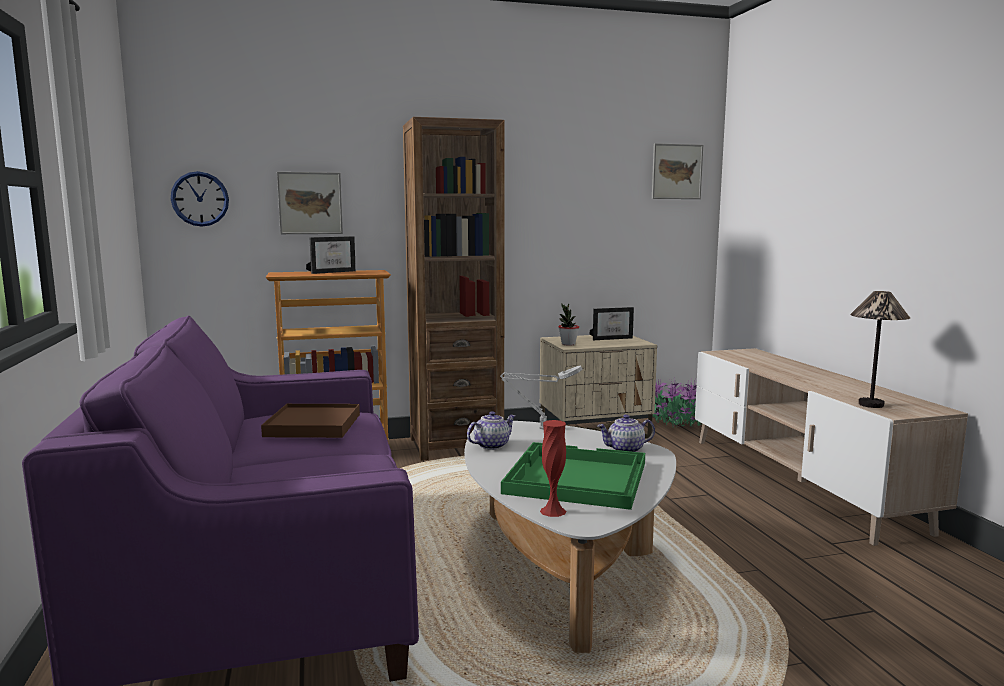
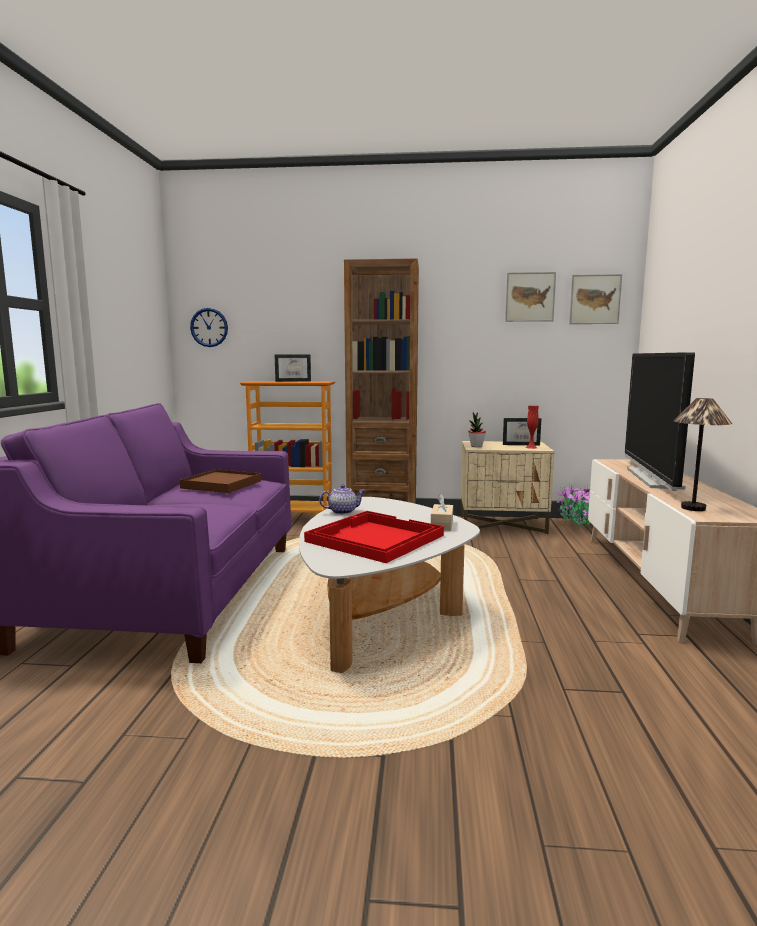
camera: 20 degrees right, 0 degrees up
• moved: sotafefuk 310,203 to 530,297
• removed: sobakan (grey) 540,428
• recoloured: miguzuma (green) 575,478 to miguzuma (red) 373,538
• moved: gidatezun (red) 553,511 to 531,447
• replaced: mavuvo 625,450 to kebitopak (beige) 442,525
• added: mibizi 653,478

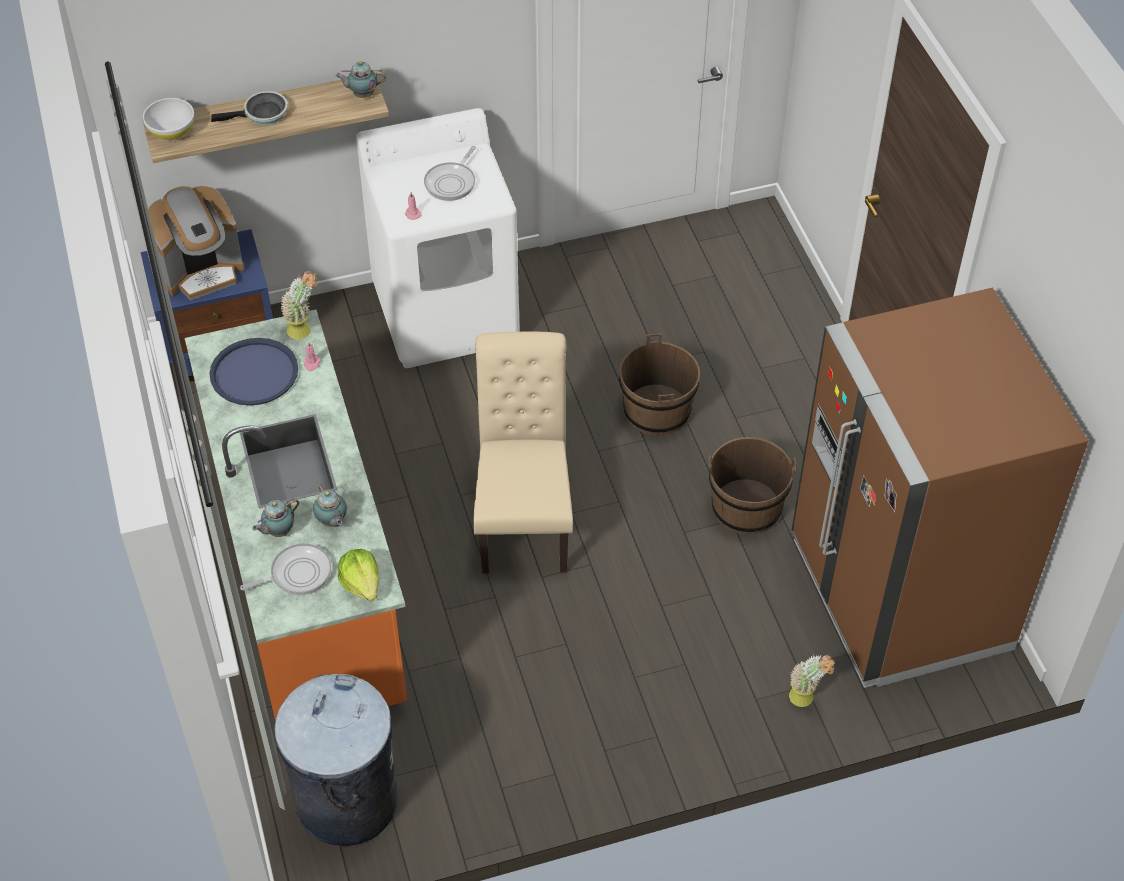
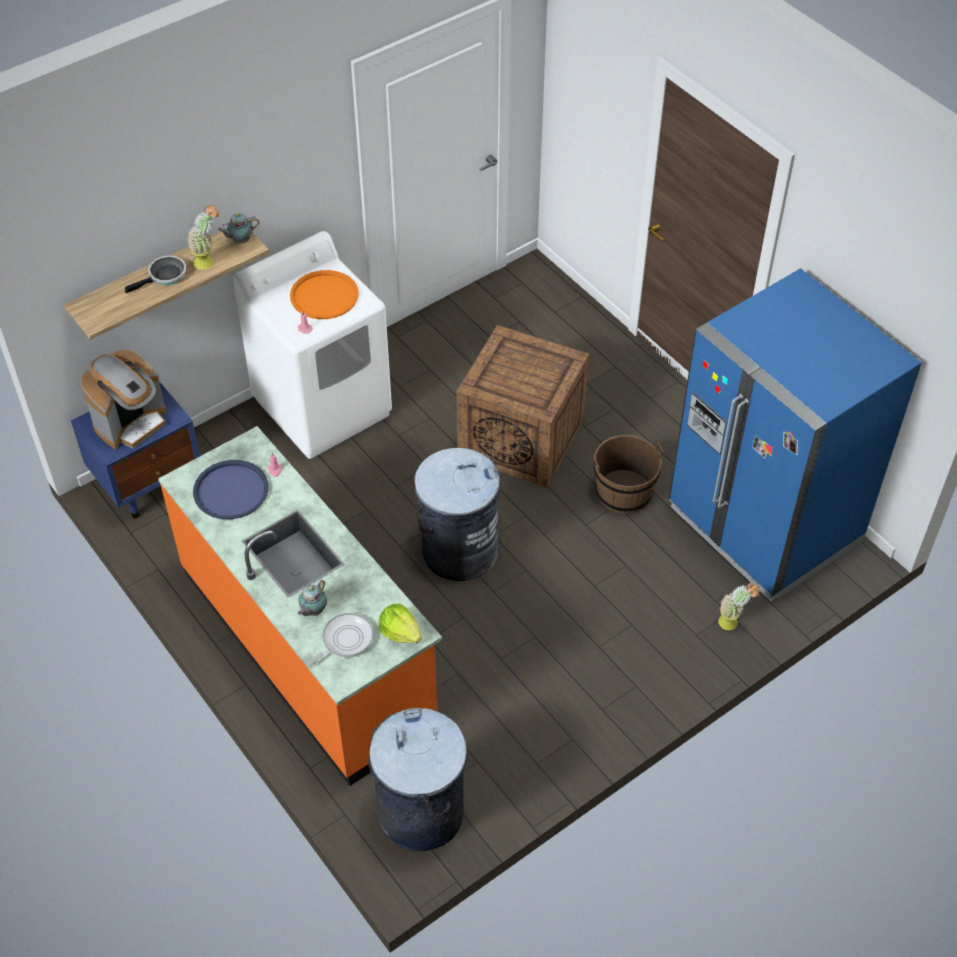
camera: 20 degrees left, 0 degrees up
• removed: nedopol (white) 172,130
• moved: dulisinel 305,331 to 209,262
• removed: mavuvo 332,522
• replaced: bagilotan 452,182 to miguzuma (orange) 324,296
• replaced: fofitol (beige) 524,519 to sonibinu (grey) 459,550
• replaced: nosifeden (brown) 657,411 to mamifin 523,437
• recoloured: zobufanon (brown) 899,595 to zobufanon (blue) 764,525

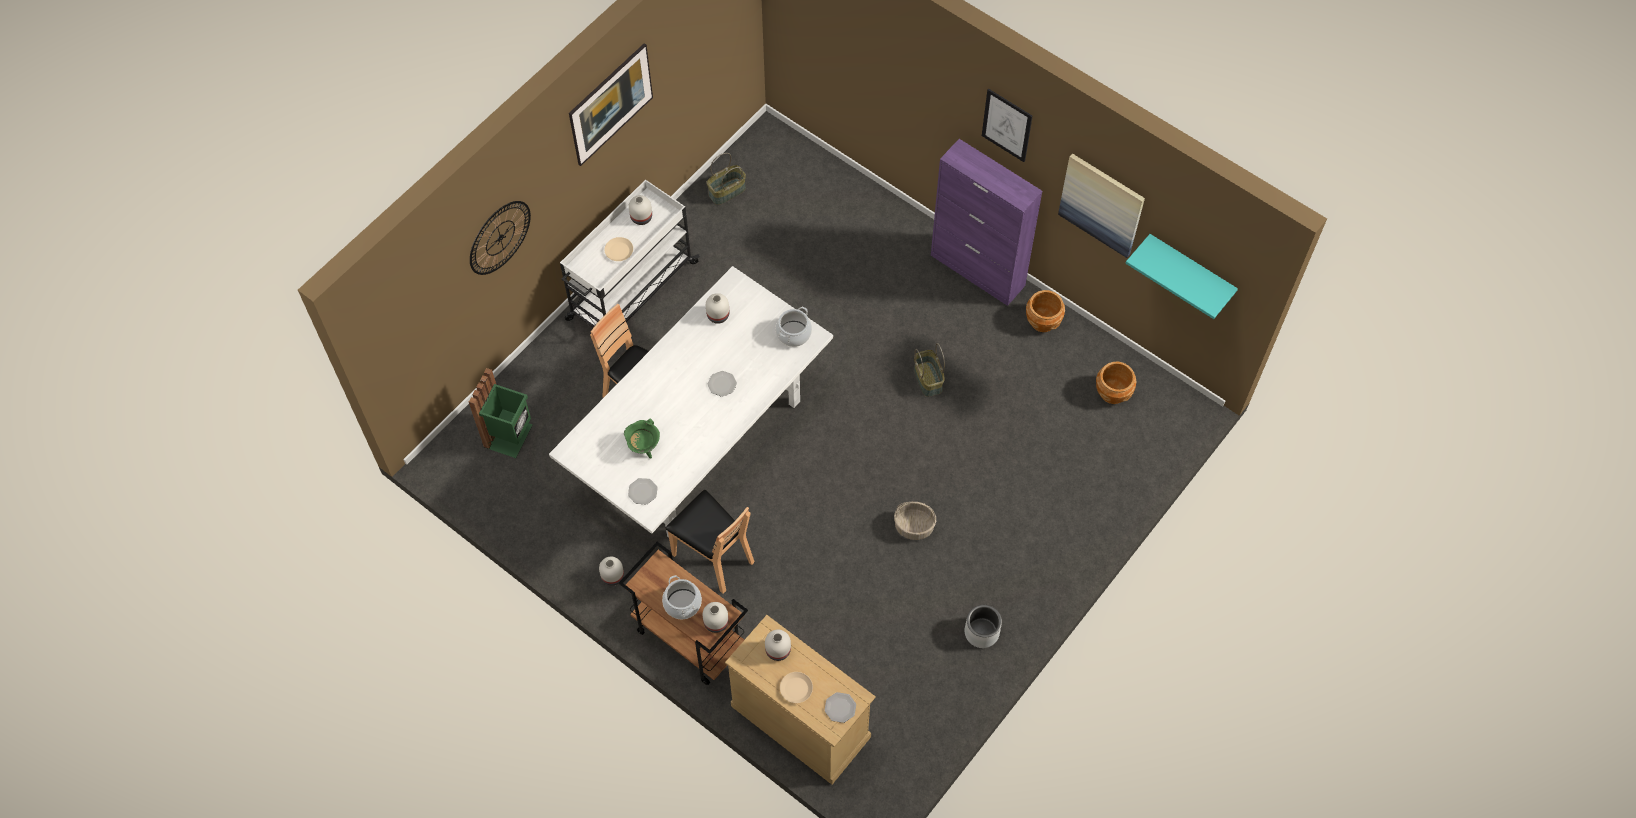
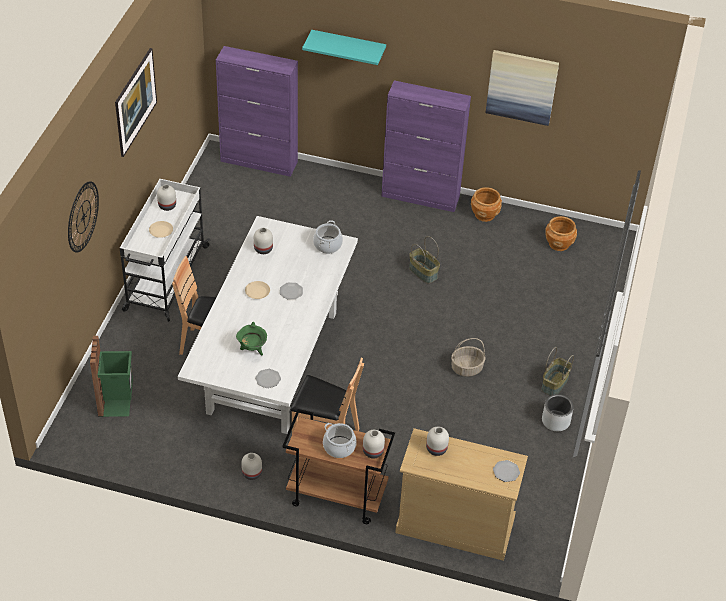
camera: 25 degrees left, 15 degrees down
• moved: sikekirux 727,192 to 555,384
• moved: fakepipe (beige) 796,689 to 257,292
• removed: sotafefuk 1007,125
• moved: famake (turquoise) 1190,270 to 348,47
• added: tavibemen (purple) 259,162

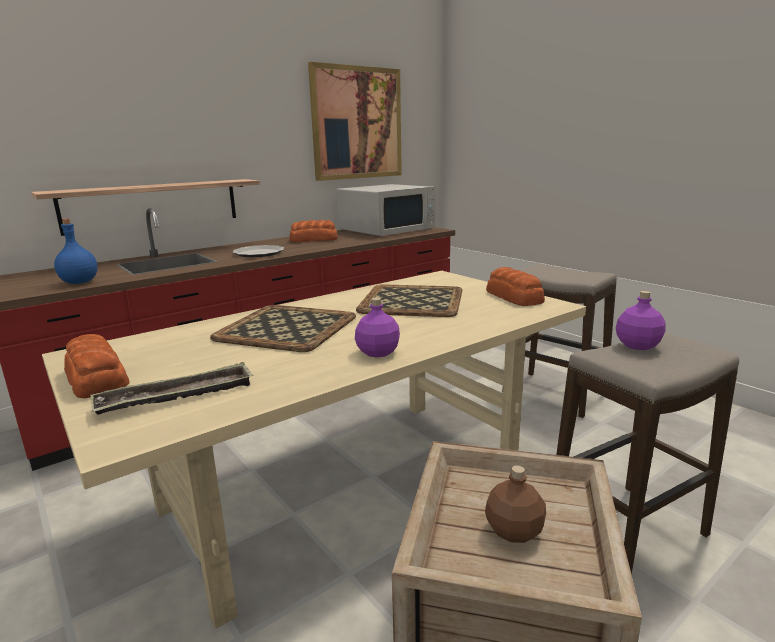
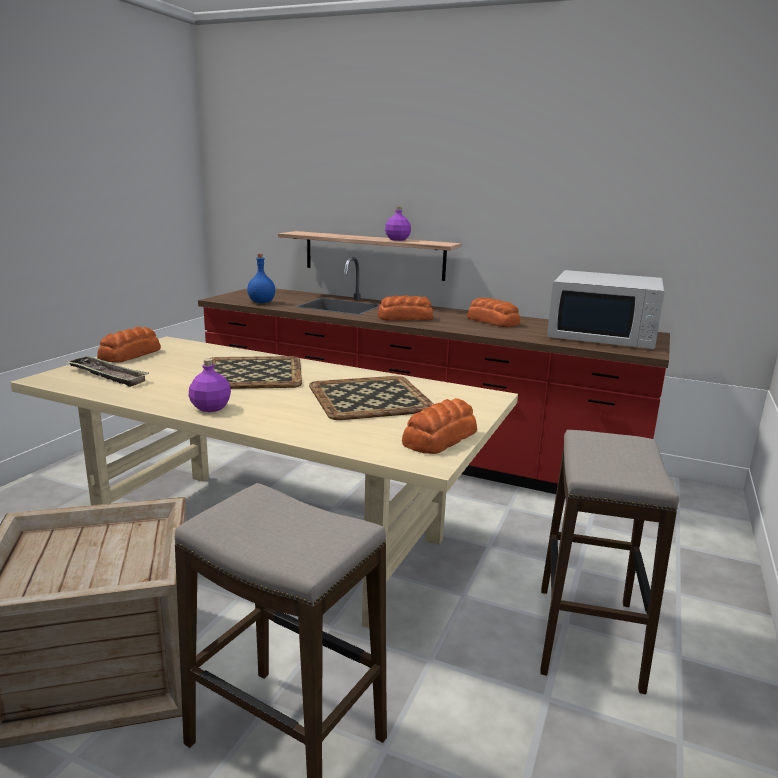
camera: 60 degrees right, 0 degrees up
• replaced: fakepipe 258,253 to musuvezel 404,318
• removed: sotafefuk 357,123
• removed: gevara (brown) 513,531
• moved: gevara (purple) 638,345 to 397,239

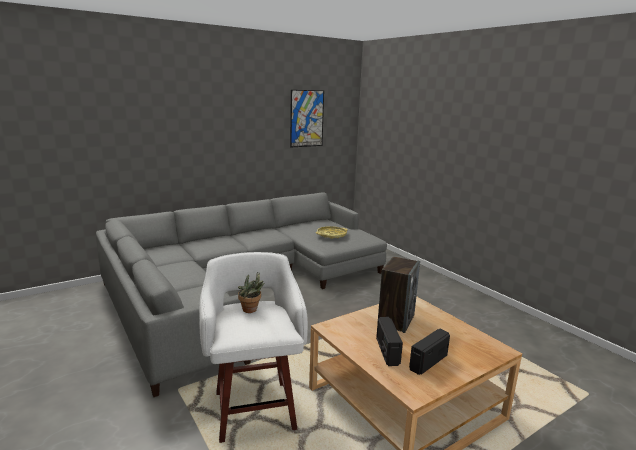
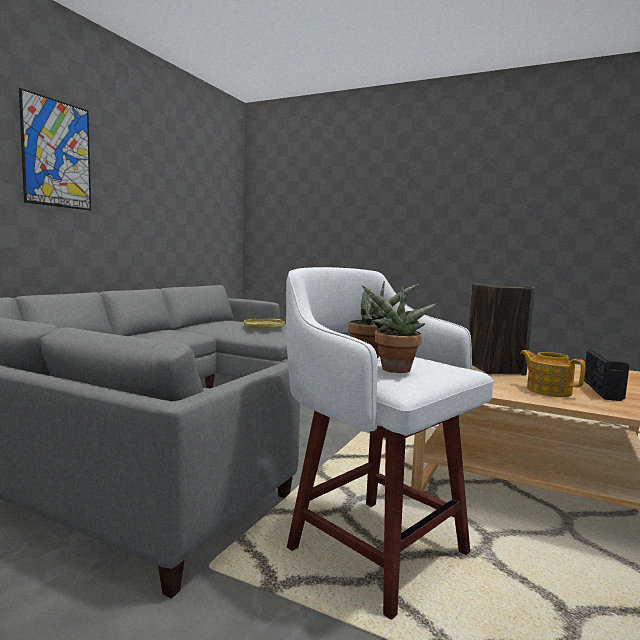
camera: 30 degrees left, 10 degrees down
• moved: sotafefuk 306,118 to 57,154
• replaced: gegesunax 387,351 to mavuvo 548,390
• added: dulisinel 395,370

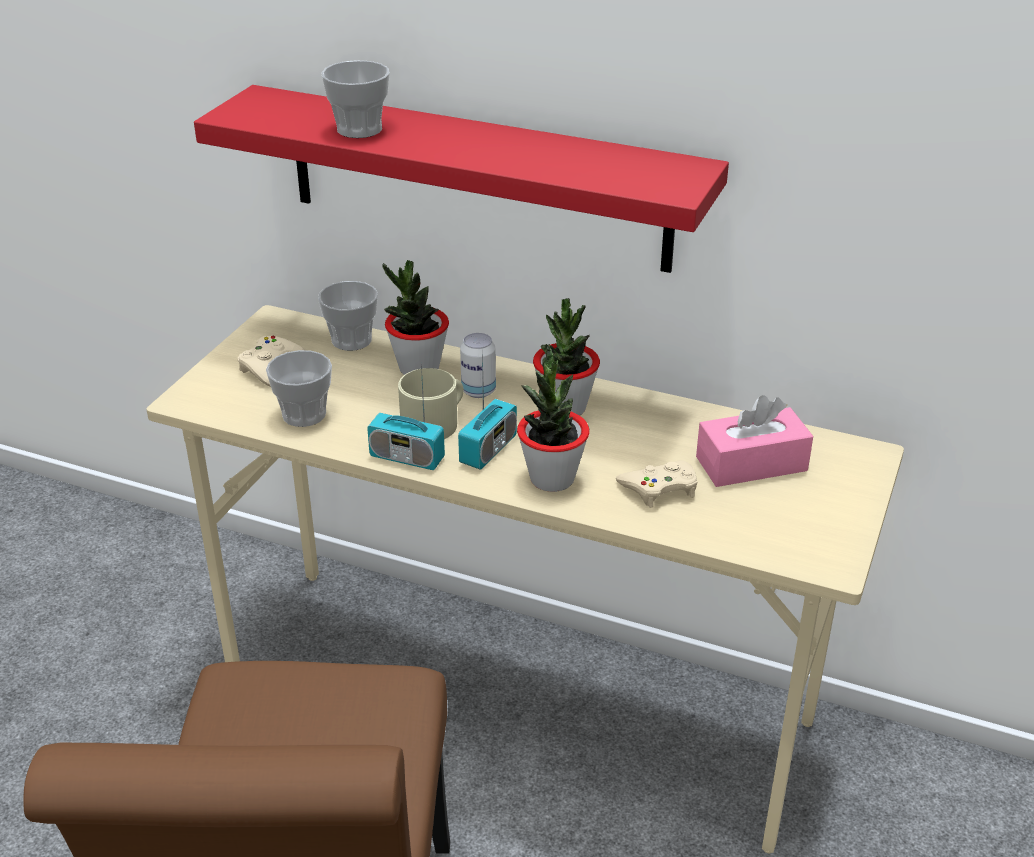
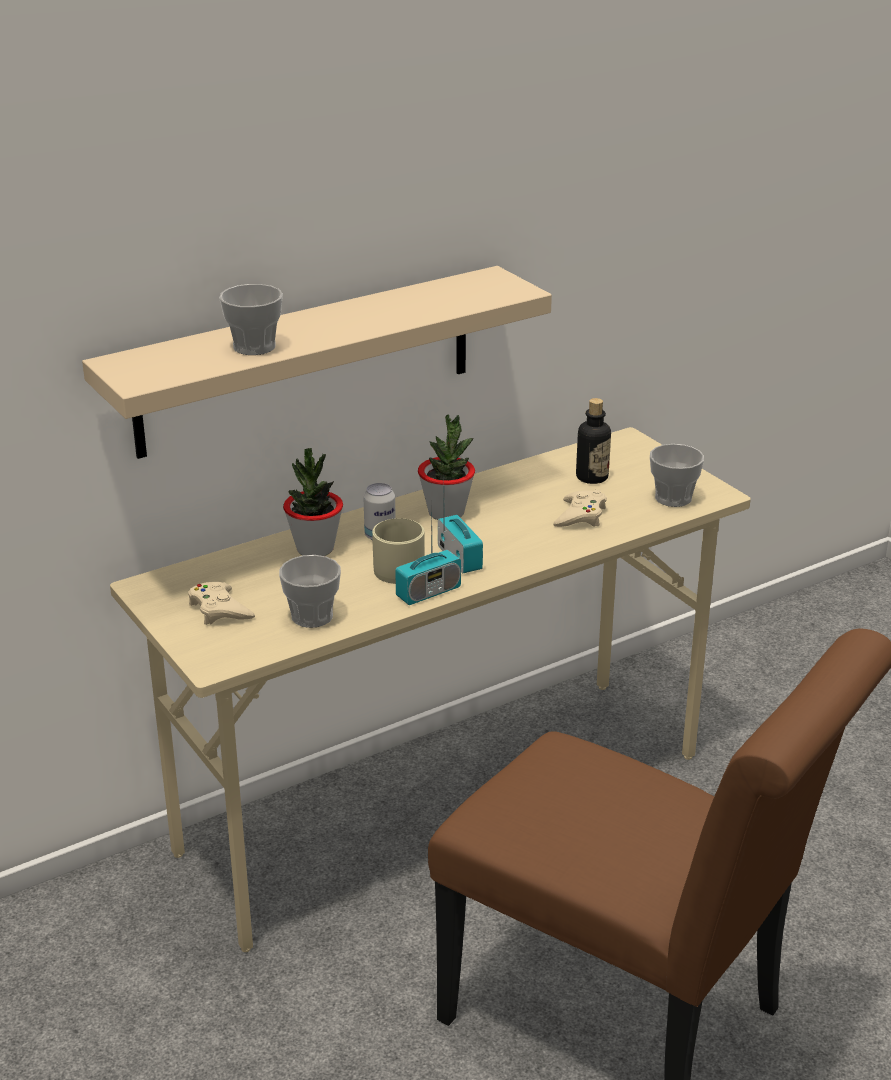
camera: 55 degrees left, 5 degrees down
• recoloured: famake (red) 477,178 to famake (beige) 306,361
• moved: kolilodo 351,340 to 673,498
• removed: dulisinel 552,478
• replaced: kebitopak (pink) 751,464 to gevara 592,477

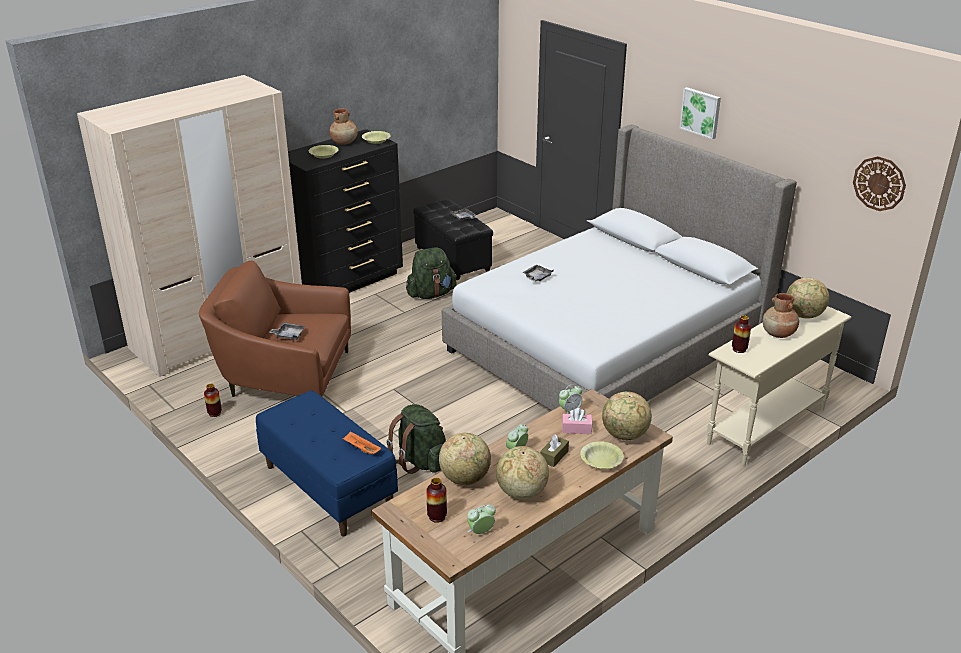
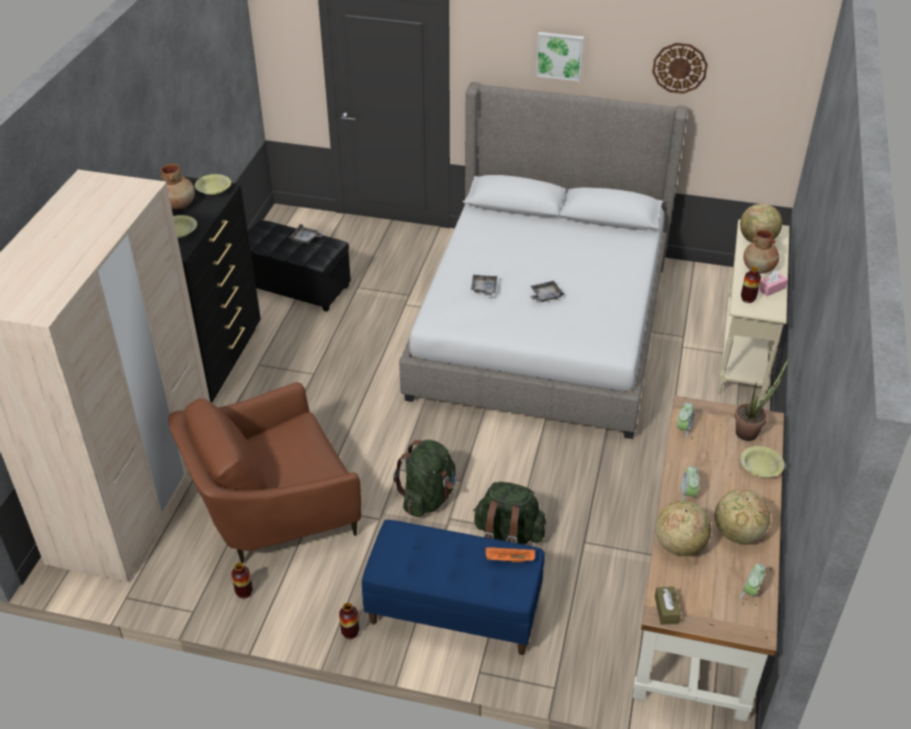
camera: 35 degrees left, 10 degrees up
• moved: miguzuma (grey) 289,335 to 545,296
• moved: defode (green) 431,294 to 428,498
• moved: gidatezun 437,517 to 350,632
• moved: kebitopak (brown) 554,456 to 666,610
• moved: kebitopak (pink) 576,429 to 771,289
• replaced: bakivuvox 625,435 to dulisinel 750,431
• moved: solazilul 879,183 to 679,68

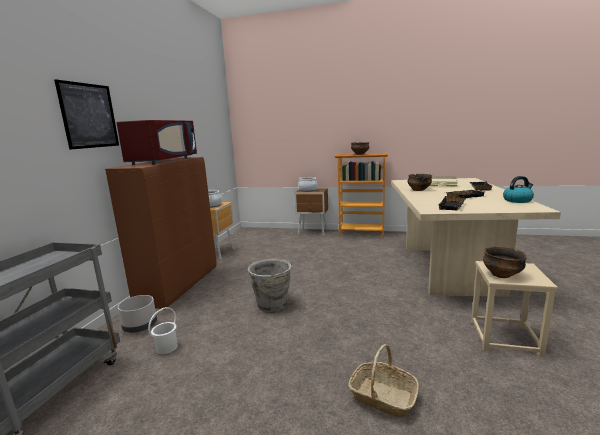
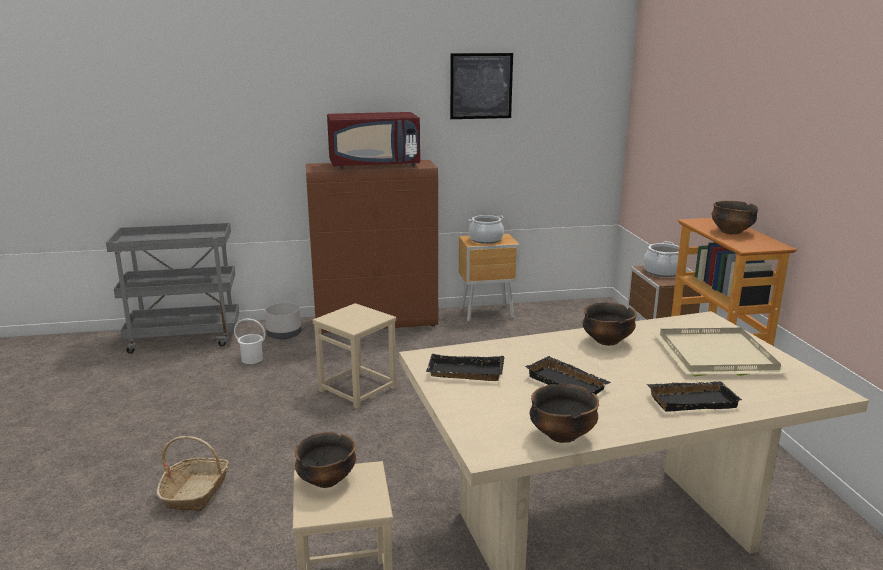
camera: 65 degrees right, 5 degrees up
• moved: sotafefuk 89,116 to 481,86
• replaced: nosifeden (grey) 273,305 to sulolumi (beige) 358,389
• replaced: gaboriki 517,200 to nedopol 562,436

